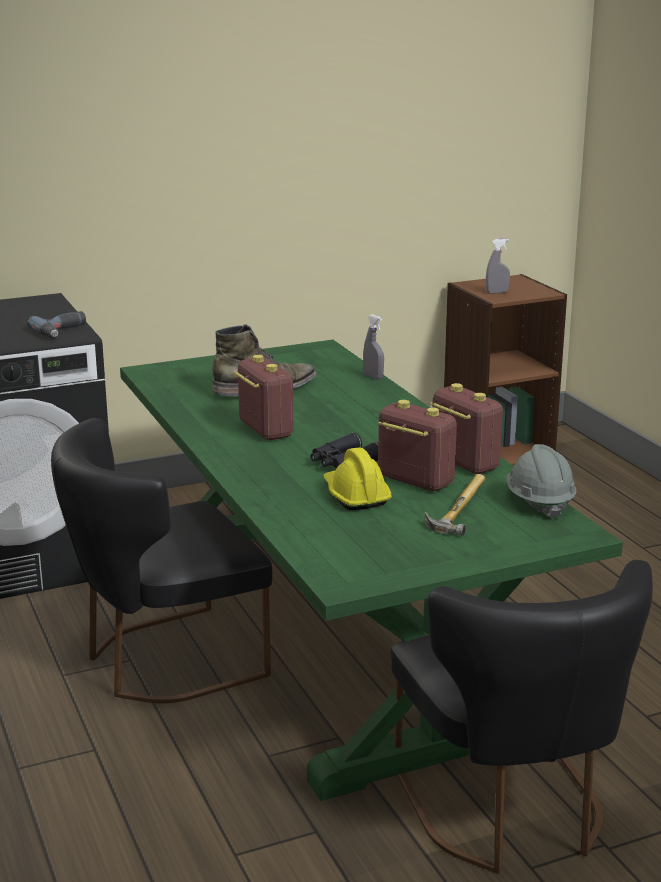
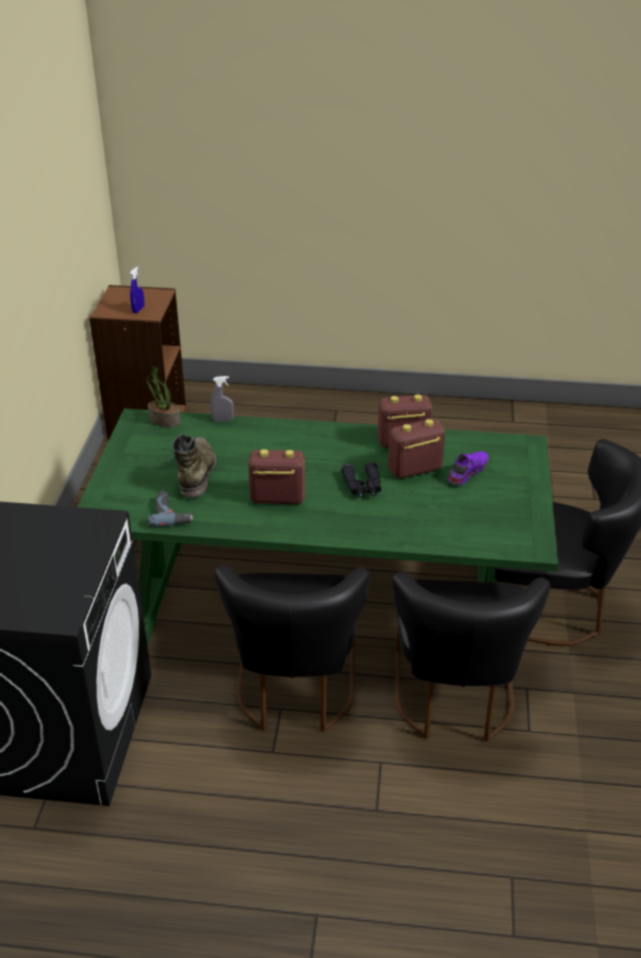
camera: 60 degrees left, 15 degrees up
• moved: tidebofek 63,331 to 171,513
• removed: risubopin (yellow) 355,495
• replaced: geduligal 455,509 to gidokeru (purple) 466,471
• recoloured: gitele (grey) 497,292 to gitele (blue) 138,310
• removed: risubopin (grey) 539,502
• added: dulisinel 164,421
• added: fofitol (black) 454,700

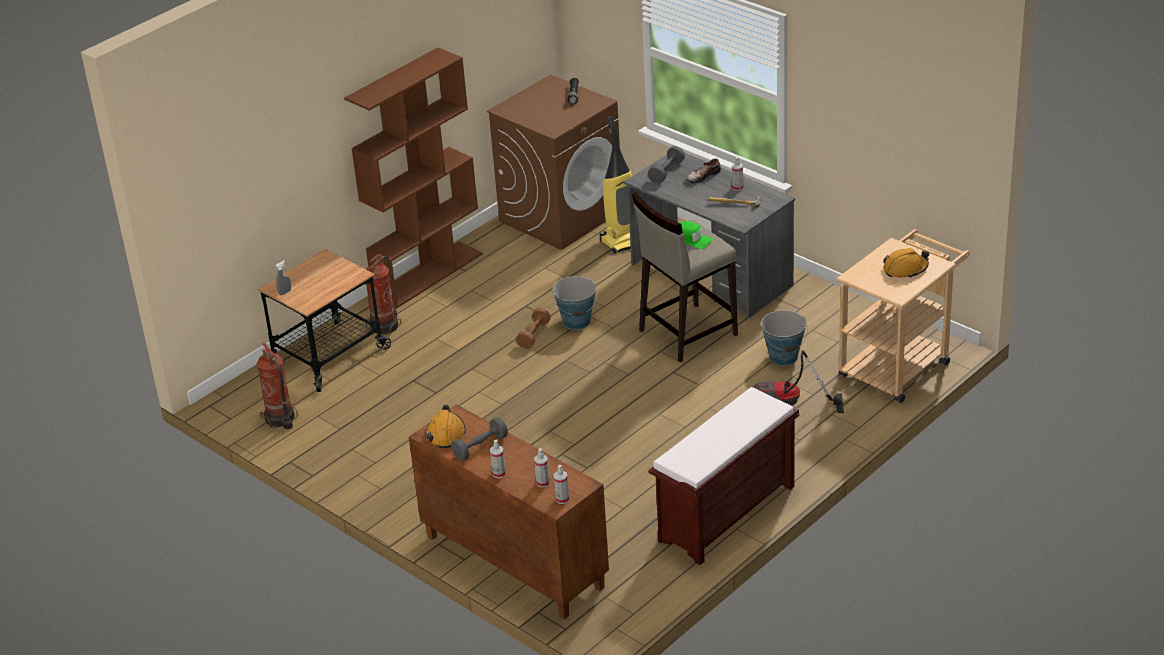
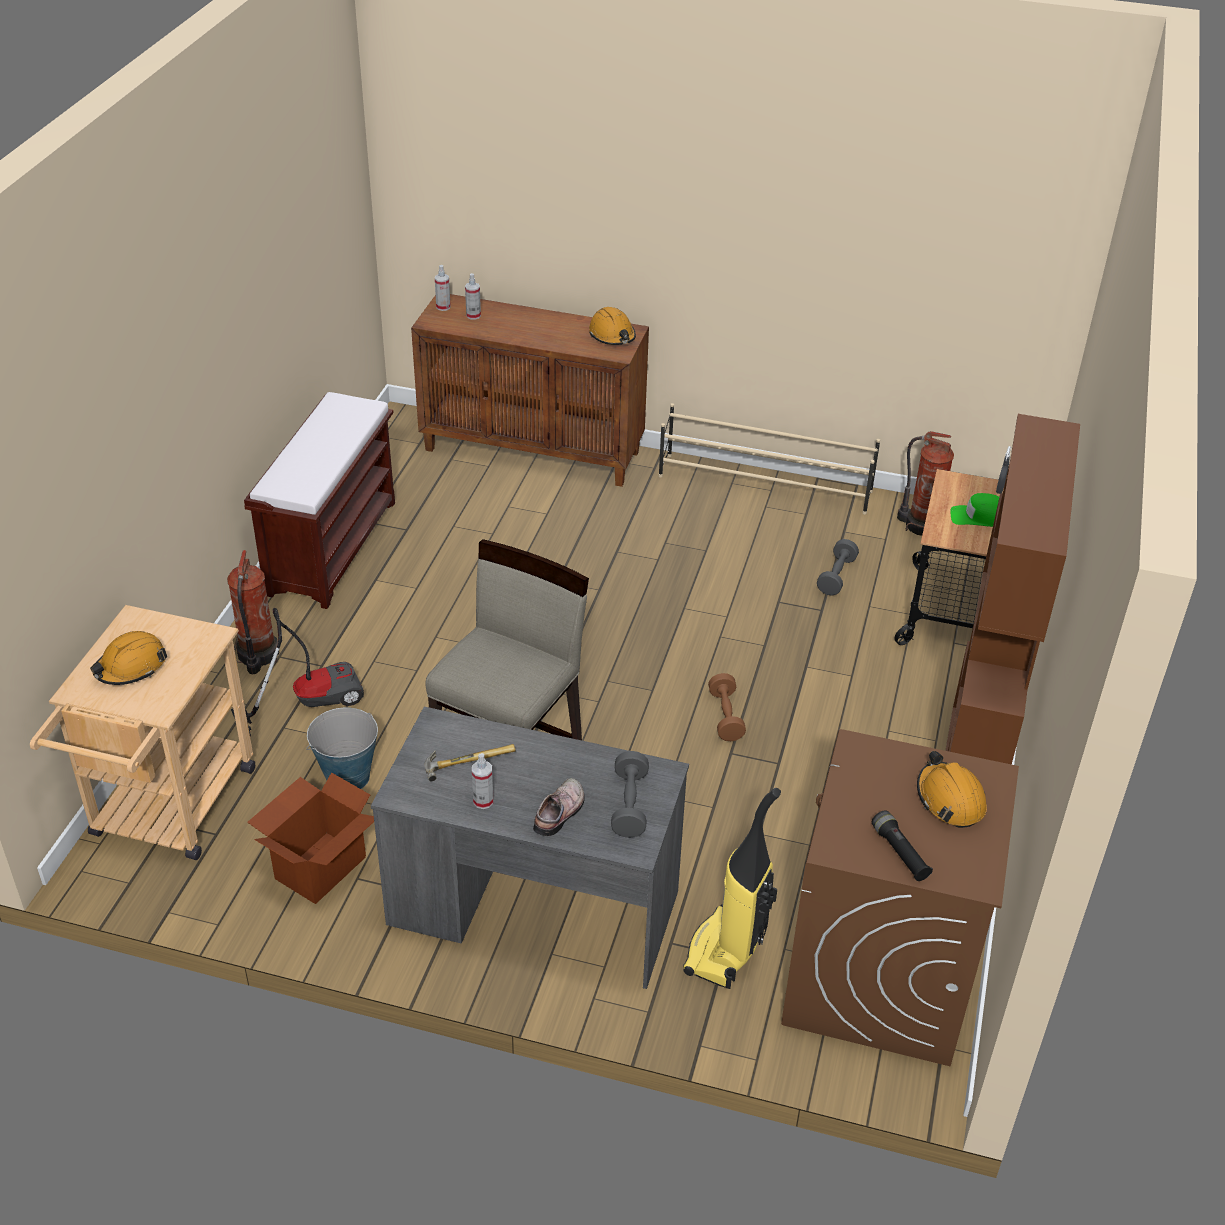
camera: 150 degrees right, 5 degrees up
• moved: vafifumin 385,326 to 257,655
• moved: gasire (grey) 480,447 to 836,576
• removed: gitele 499,474
• removed: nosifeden 577,321
• moved: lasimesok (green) 691,239 to 979,517
• added: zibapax 319,867
• added: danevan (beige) 765,484
• added: risubopin (orange) 950,799

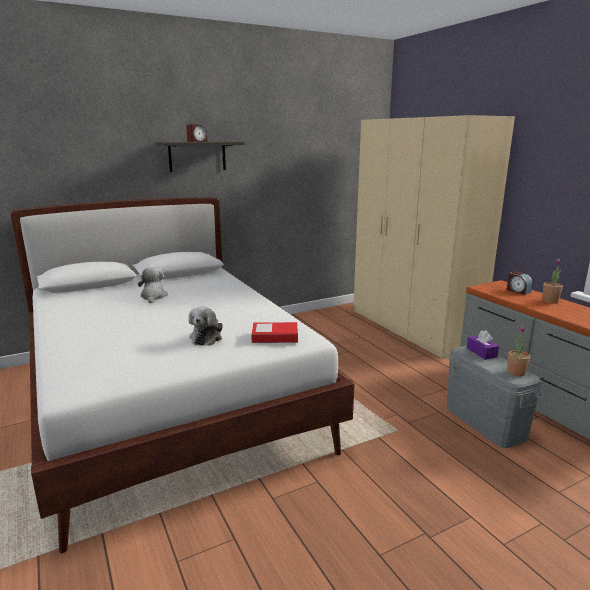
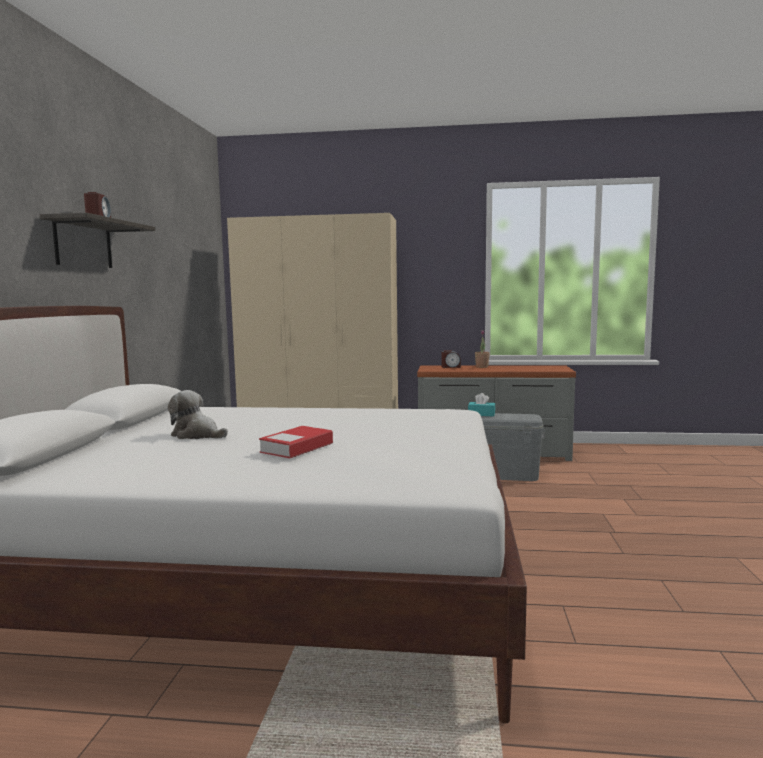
camera: 55 degrees left, 10 degrees down
• removed: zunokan 207,337
• moved: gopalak 275,337 to 297,448
• recoloured: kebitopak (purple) 481,352 to kebitopak (turquoise) 481,414
• removed: dulisinel 516,372

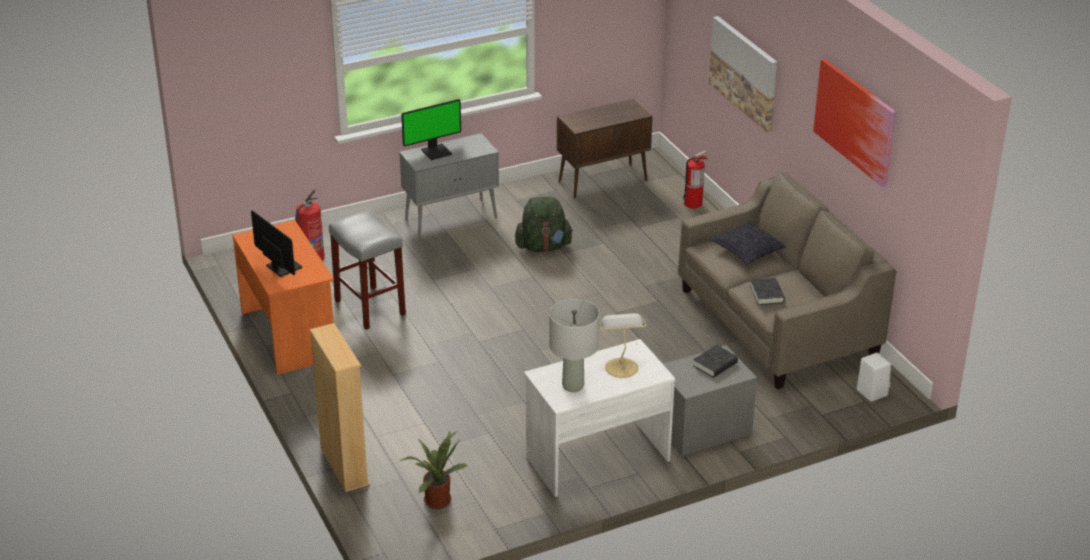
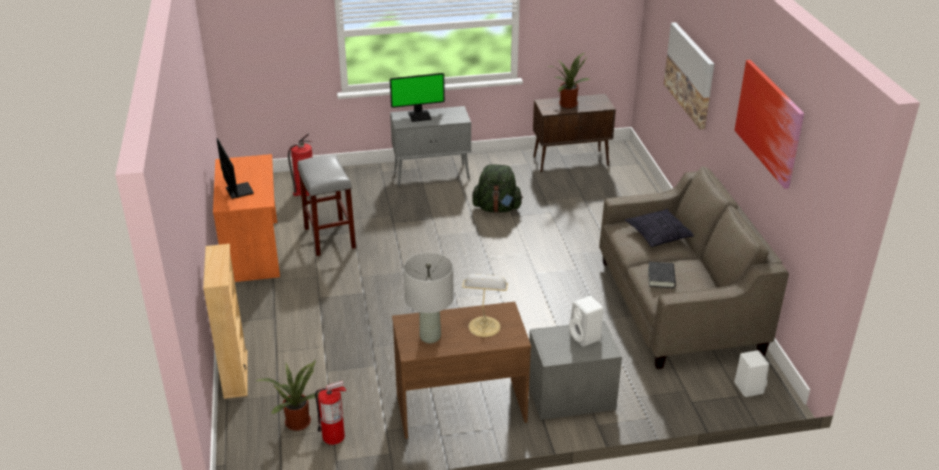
camera: 15 degrees right, 0 degrees up
• recoloured: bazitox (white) 596,458 to bazitox (brown) 460,407
• moved: vafifumin 693,203 to 334,436
• replaced: gopalak (black) 715,364 to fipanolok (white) 585,337
• added: dulisinel 567,103

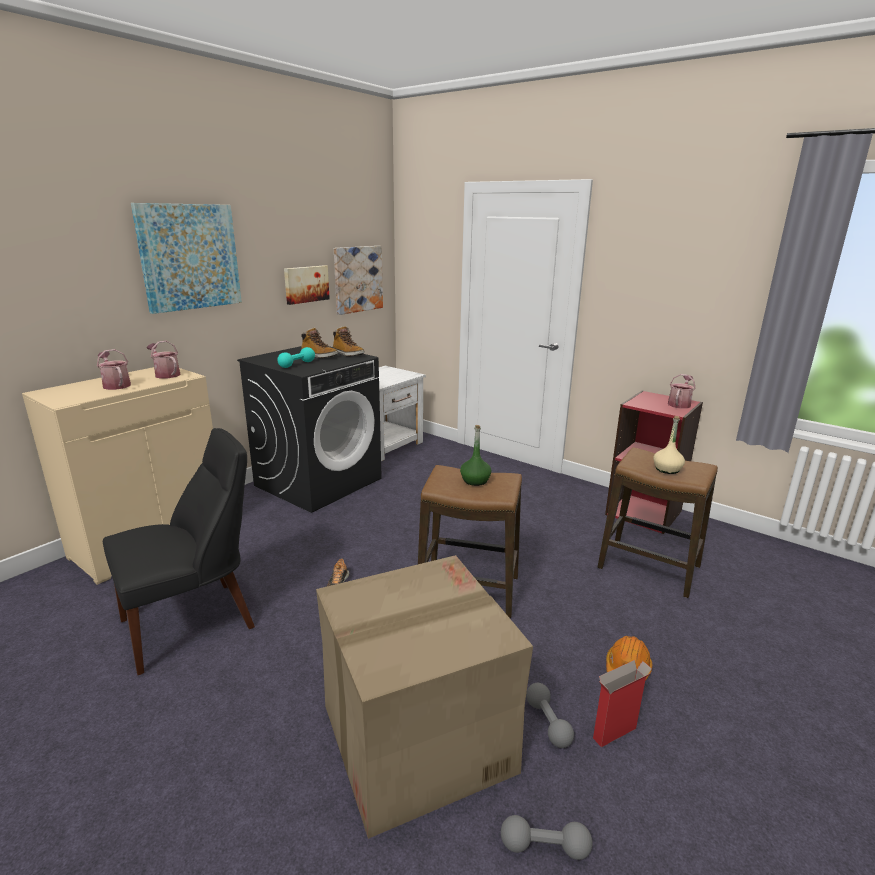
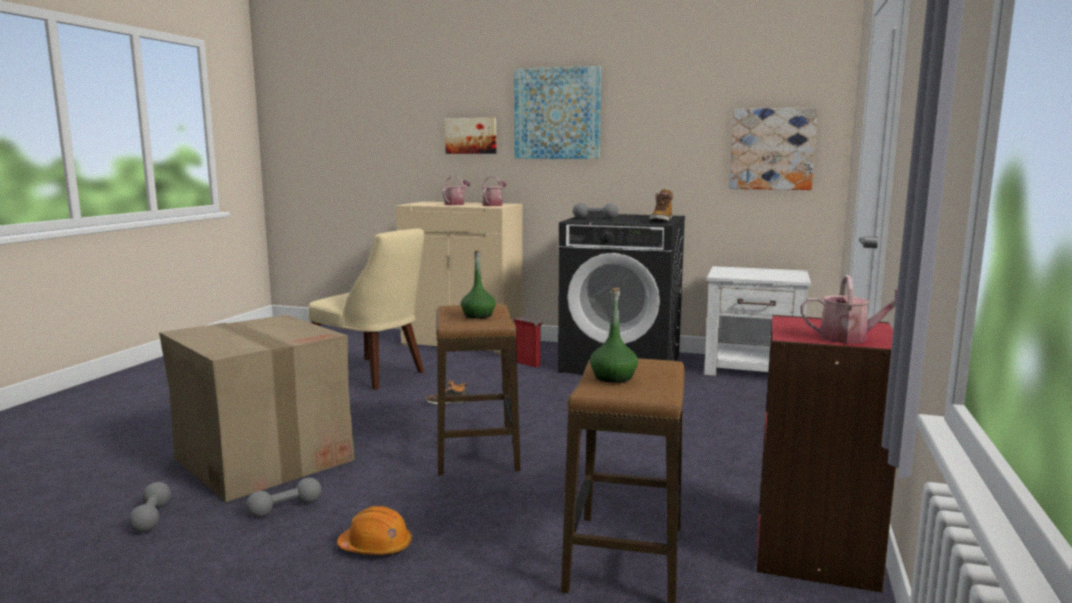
camera: 70 degrees right, 10 degrees down
• recoloured: fofitol (black) 194,622 to fofitol (beige) 374,374
• recoloured: gasire (turquoise) 297,364 to gasire (grey) 595,219
• moved: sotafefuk 306,284 to 471,136
• removed: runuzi 318,356
• moved: zibapax 615,732 to 528,364
• recoloured: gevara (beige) 667,469 to gevara (green) 613,377

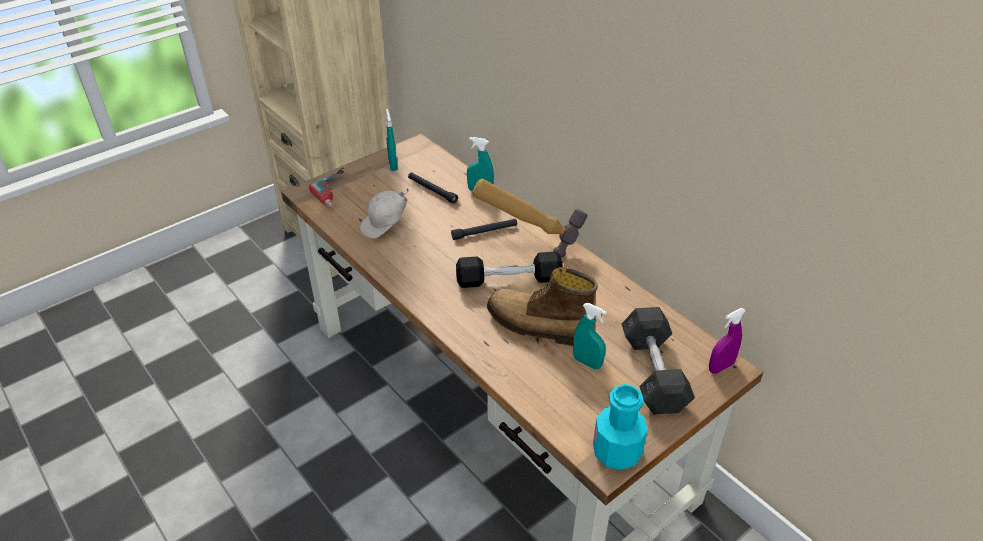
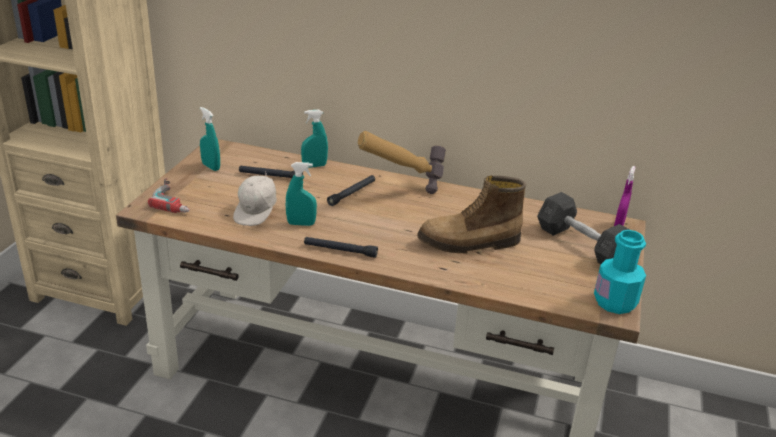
camera: 35 degrees left, 10 degrees down
• removed: gasire (black) 508,279
• moved: gitele (turquoise) 587,362 to 301,224
• added: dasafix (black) 340,251

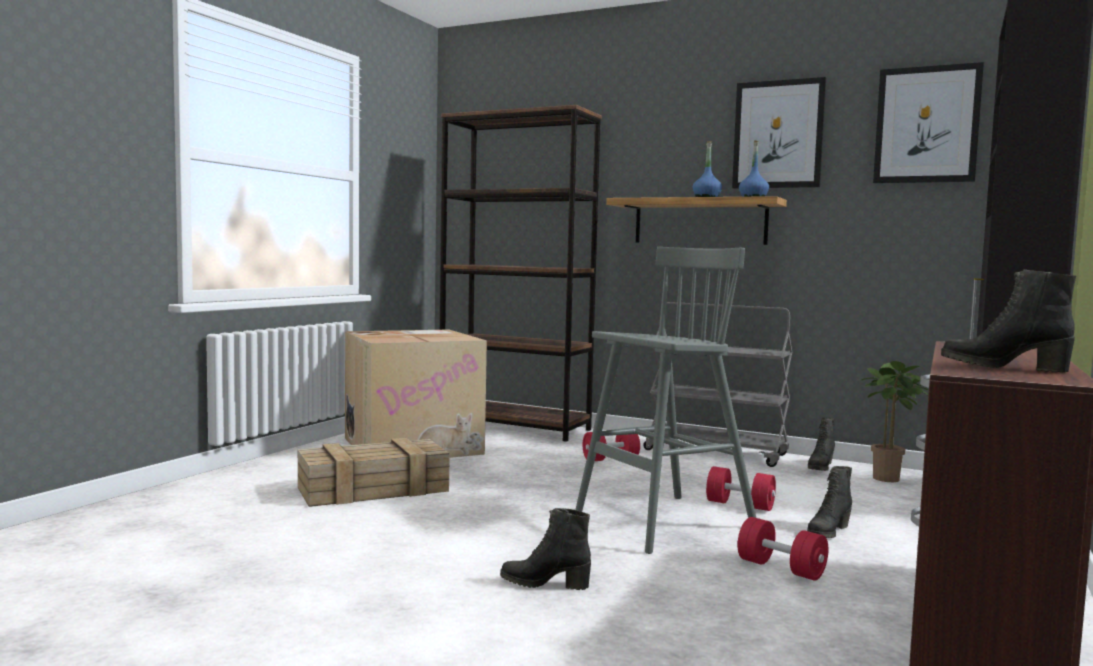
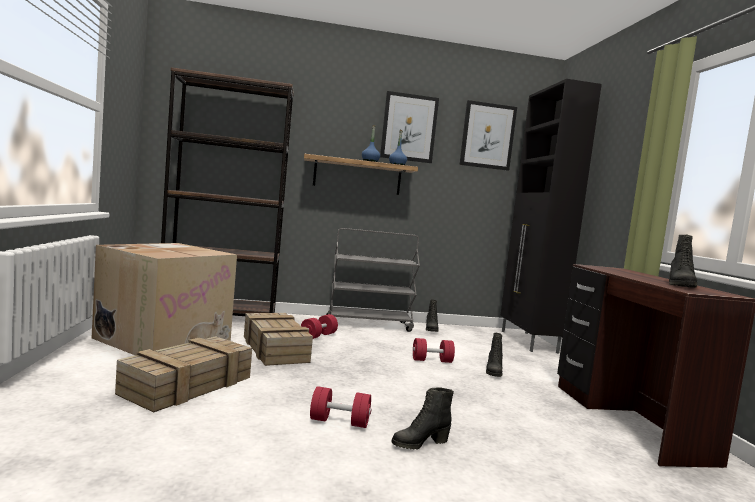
camera: 35 degrees left, 0 degrees up
• removed: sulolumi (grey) 662,523
• moved: gasire (red) 781,568 to 339,422
• removed: dulisinel 890,480
• turned: runuzi (black) 1003,367 = 679,285 60 degrees counterclockwise
• added: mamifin 274,348

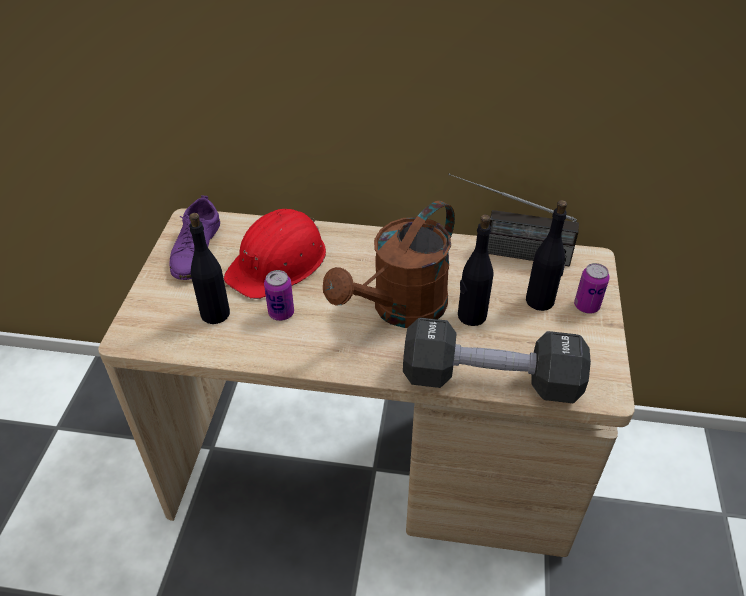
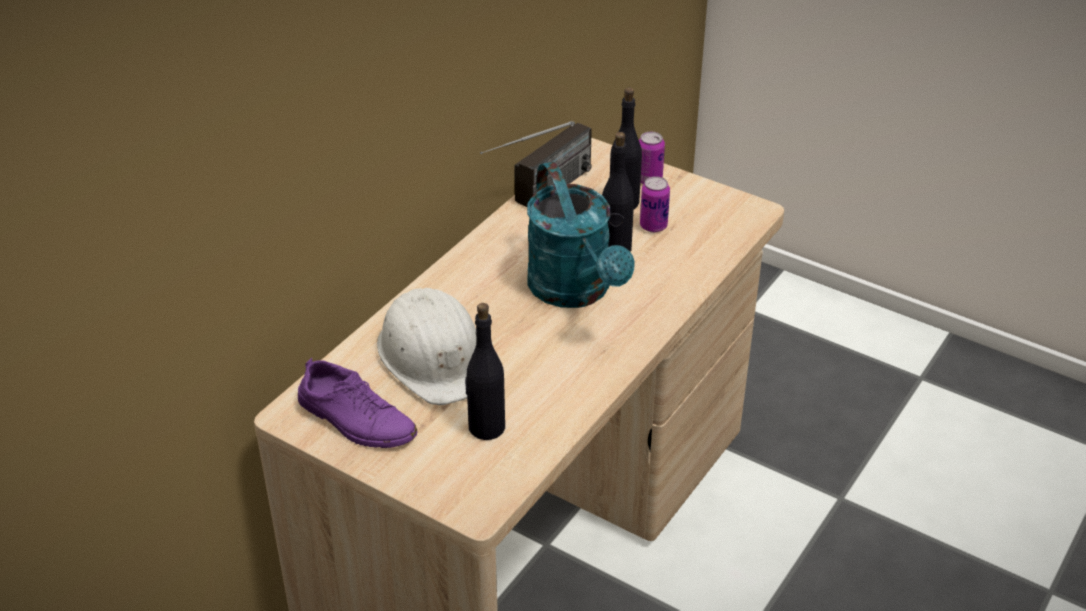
camera: 65 degrees left, 5 degrees down
• recoloured: risubopin (red) 279,262 to risubopin (white) 434,357
• moved: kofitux 281,313 to 653,226
• recoloured: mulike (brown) 400,310 to mulike (turquoise) 576,291
• removed: gasire (black) 490,380

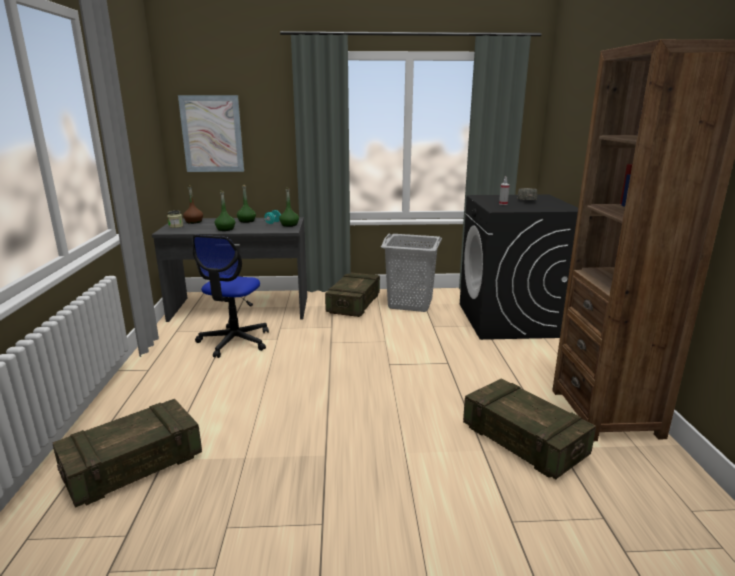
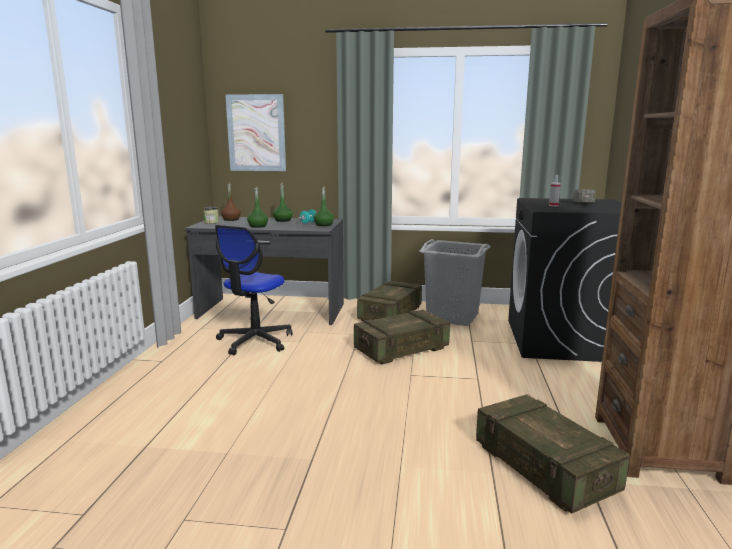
camera: 10 degrees right, 5 degrees down
• moved: mamifin 133,466 to 401,350

